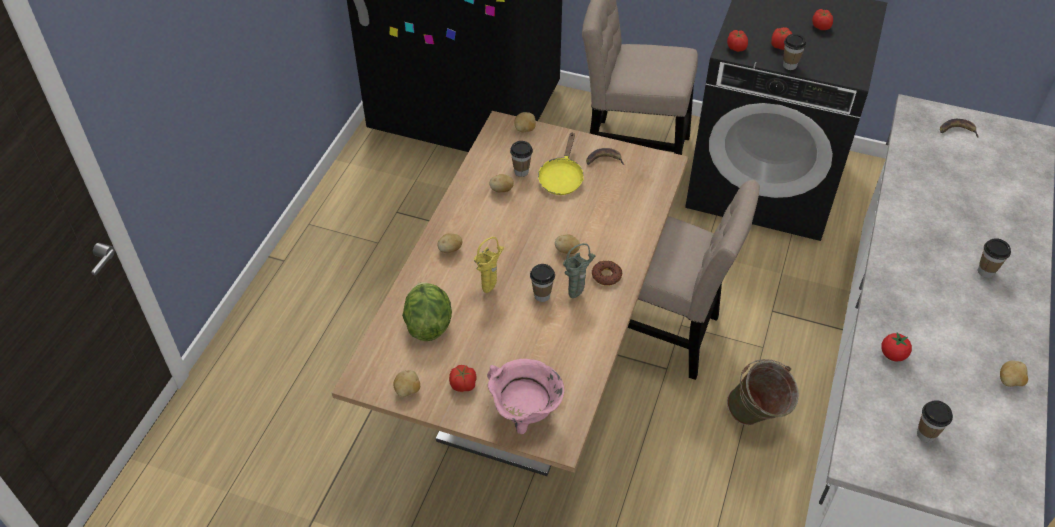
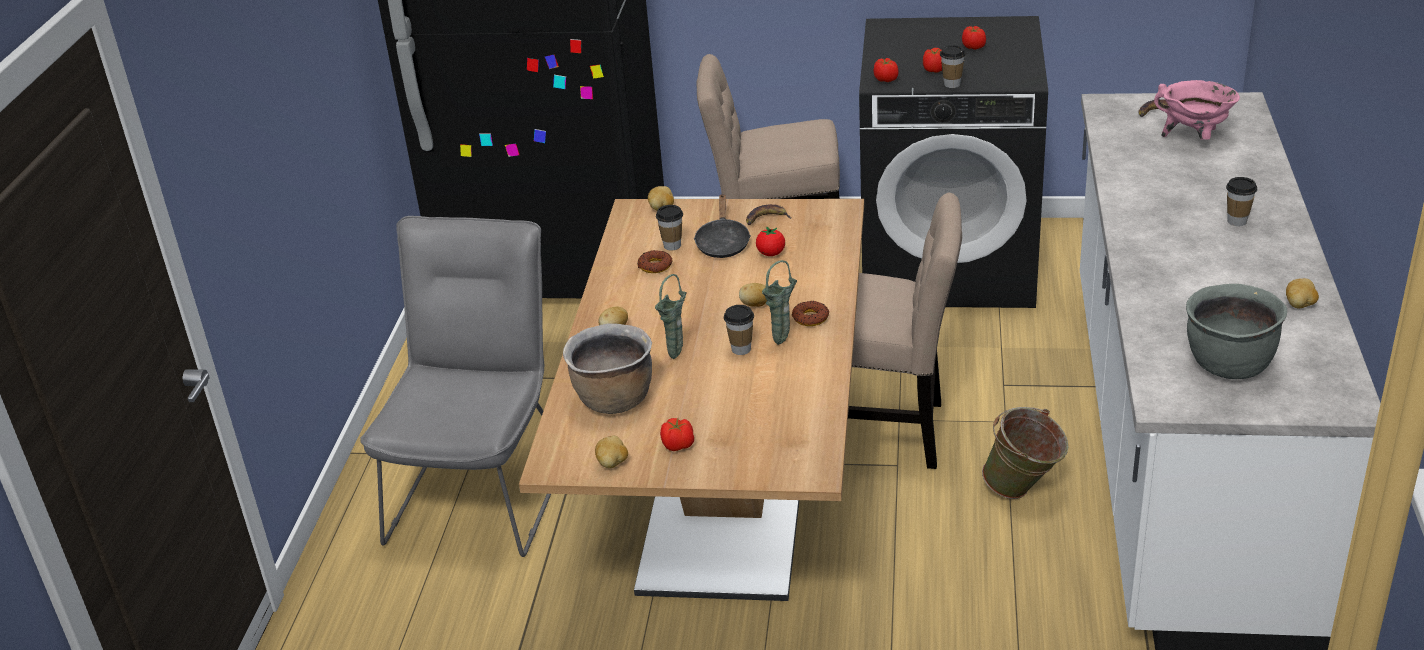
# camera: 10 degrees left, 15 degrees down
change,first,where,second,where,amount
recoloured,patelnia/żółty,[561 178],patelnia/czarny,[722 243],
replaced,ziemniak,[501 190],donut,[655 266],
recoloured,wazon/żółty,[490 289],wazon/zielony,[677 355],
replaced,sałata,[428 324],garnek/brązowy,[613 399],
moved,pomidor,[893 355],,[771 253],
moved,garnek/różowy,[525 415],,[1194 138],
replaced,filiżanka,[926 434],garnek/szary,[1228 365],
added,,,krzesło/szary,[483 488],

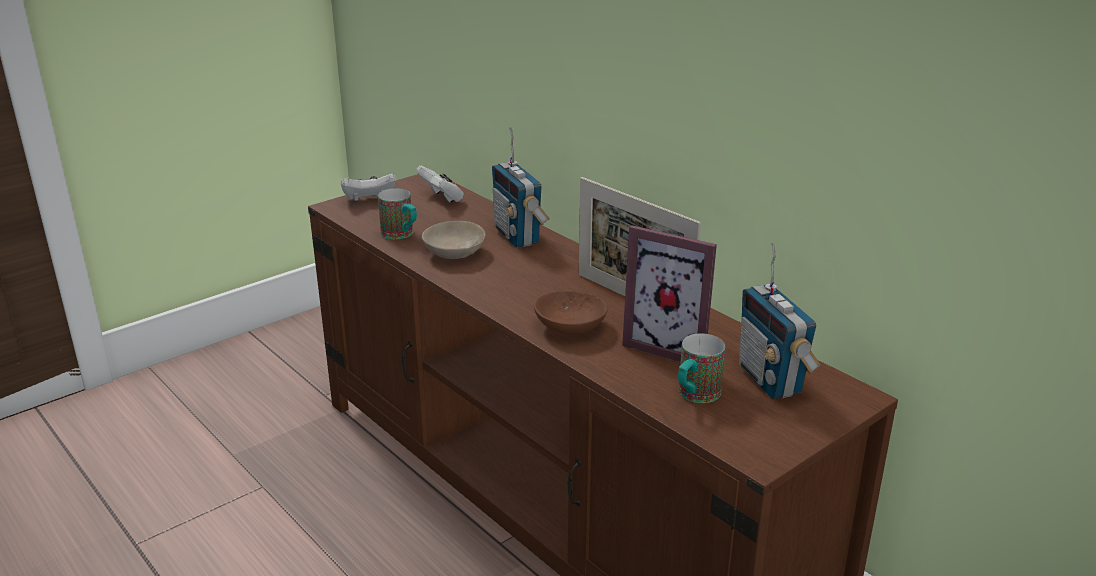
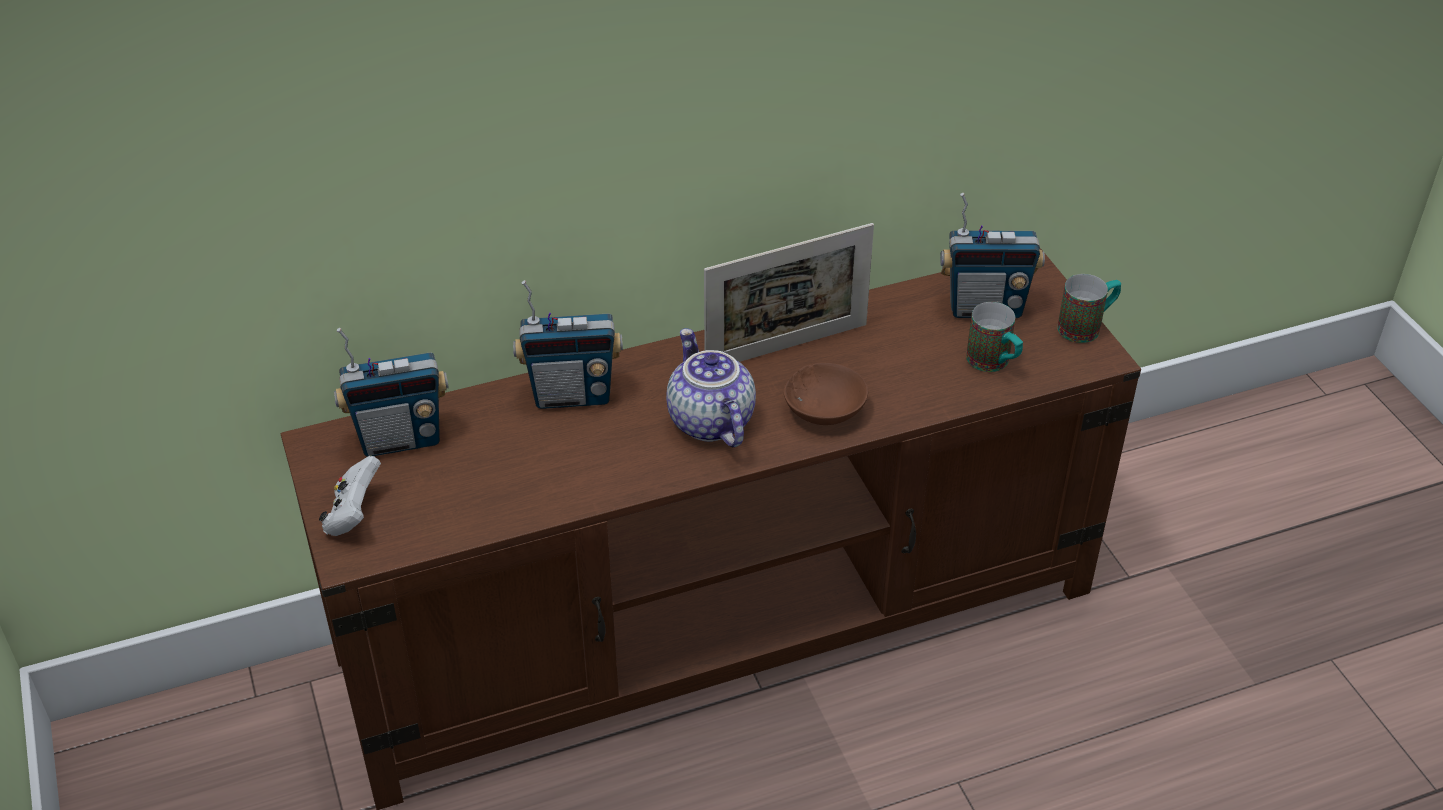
# camera: 70 degrees left, 15 degrees up
change,first,where,second,where,amount
replaced,pad do gier/biały,[442 198],radio,[400 439],
moved,kubek,[401 235],,[1086 326],
removed,miska/beżowy,[453 252],,,
removed,ramka na zdjęcie,[671 345],,,
added,,,imbryk,[708 421],

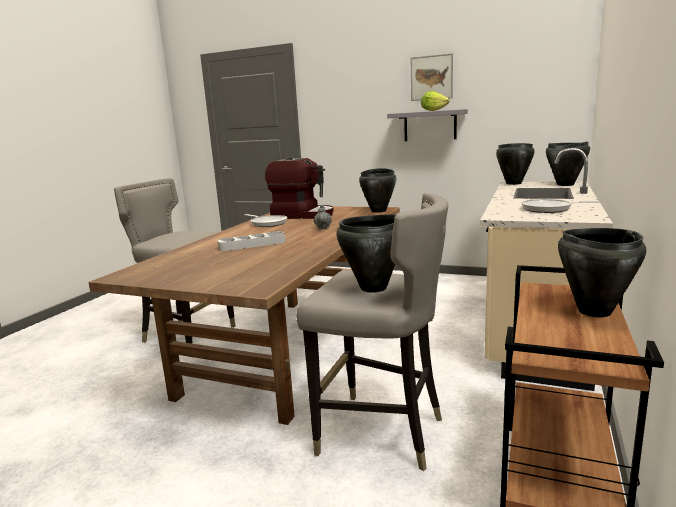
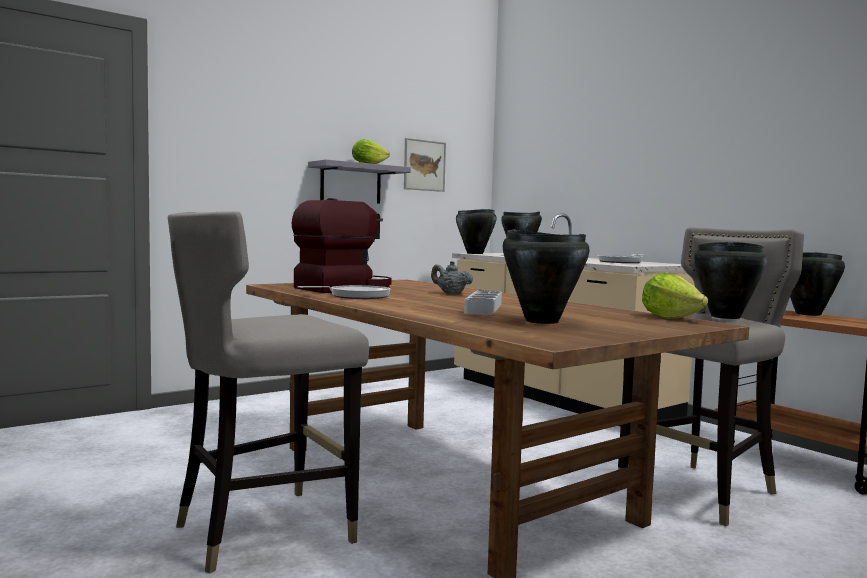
# camera: 60 degrees left, 10 degrees down
change,first,where,second,where,amount
moved,obraz,[431 77],,[424 165],
moved,garnek/czarny,[379 211],,[541 321],
added,,,sałata,[670 318],

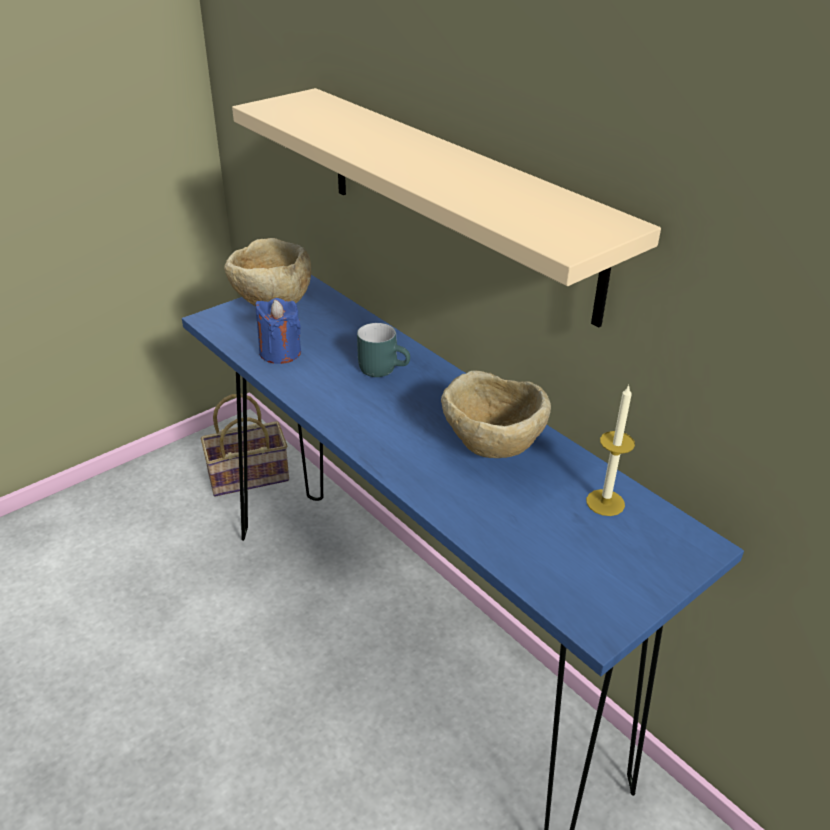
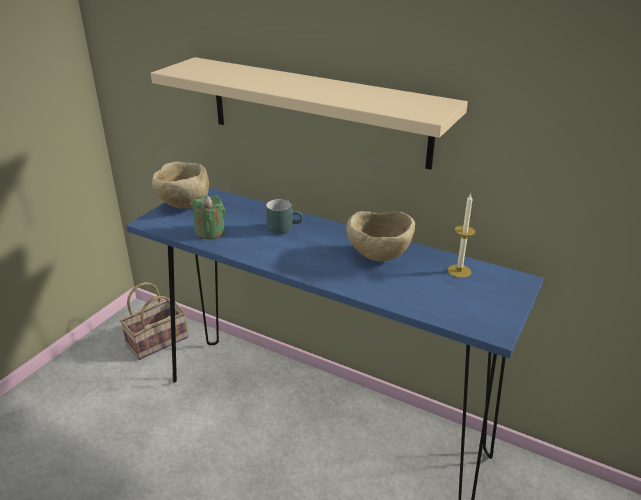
# camera: 20 degrees left, 5 degrees down
change,first,where,second,where,amount
recoloured,świeca/niebieski,[280 352],świeca/zielony,[210 232],

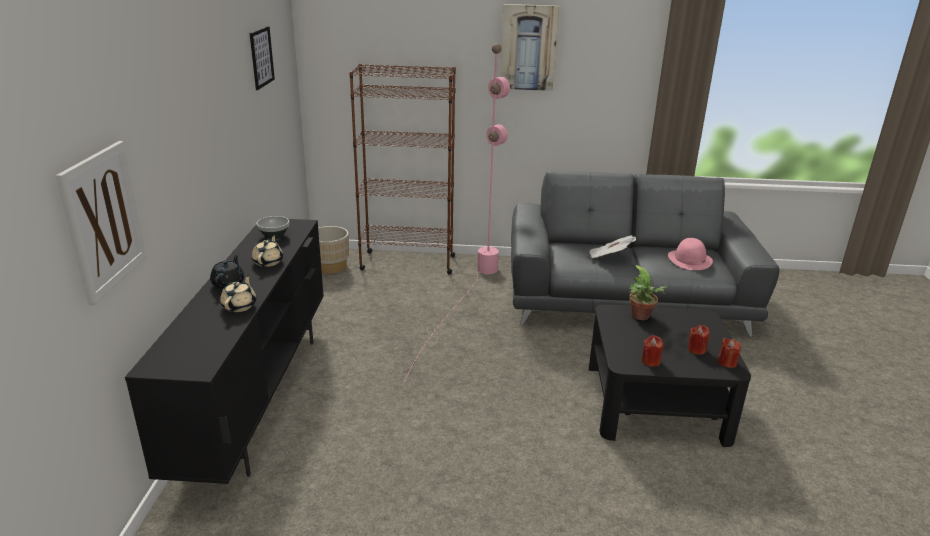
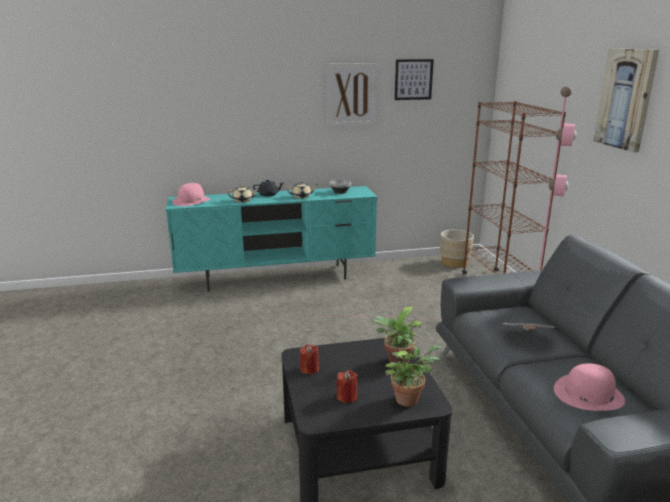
# camera: 75 degrees right, 5 degrees down
change,first,where,second,where,amount
moved,obraz,[104 220],,[351 95],
recoloured,szafka pod telewizor/czarny,[258 398],szafka pod telewizor/turkusowy,[277 277],
removed,świeca/czerwony,[727 362],,,
added,,,kapelusz/różowy,[191 201],
added,,,roślina doniczkowa,[408 398],

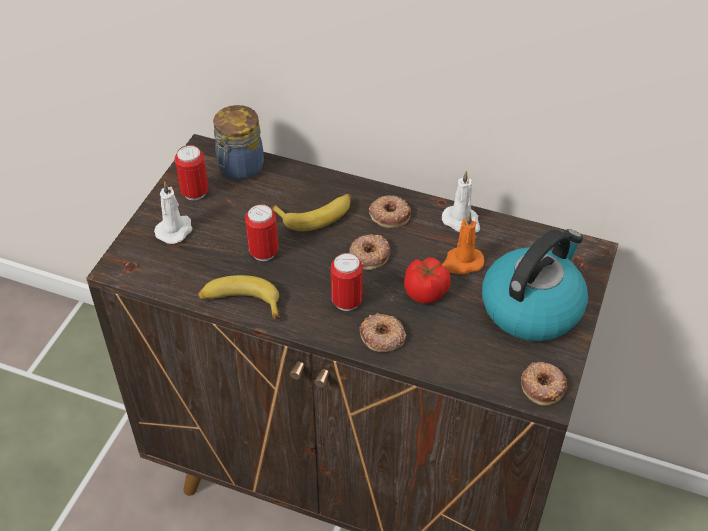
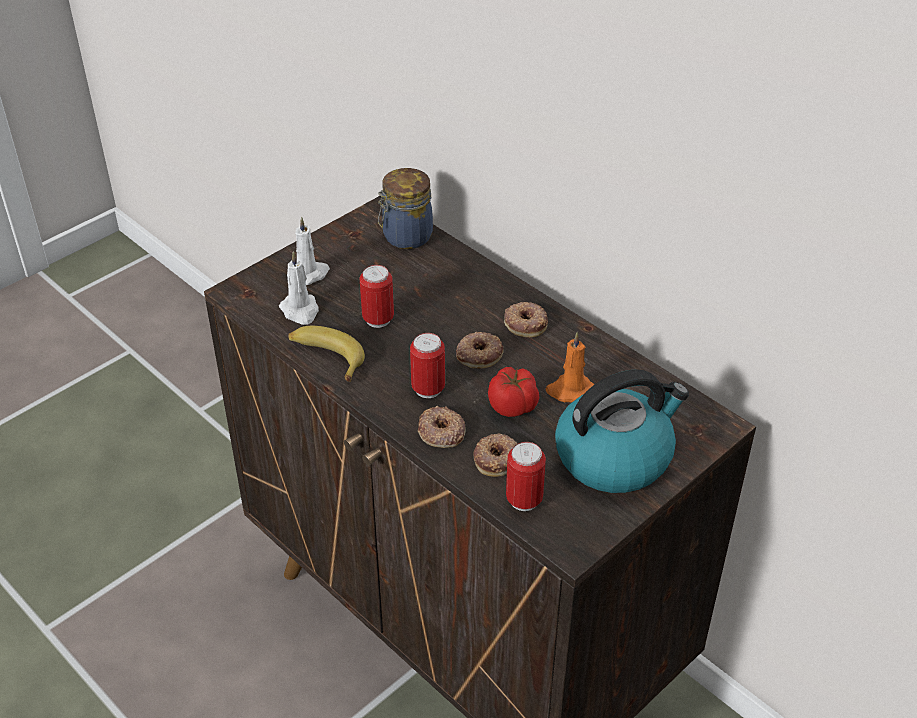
# camera: 25 degrees right, 5 degrees down
change,first,where,second,where,amount
moved,puszka,[195 192],,[524 500],
moved,świeca/biały,[462 221],,[300 311],
removed,banan,[315 215],,,
moved,donut,[543 386],,[497 459],

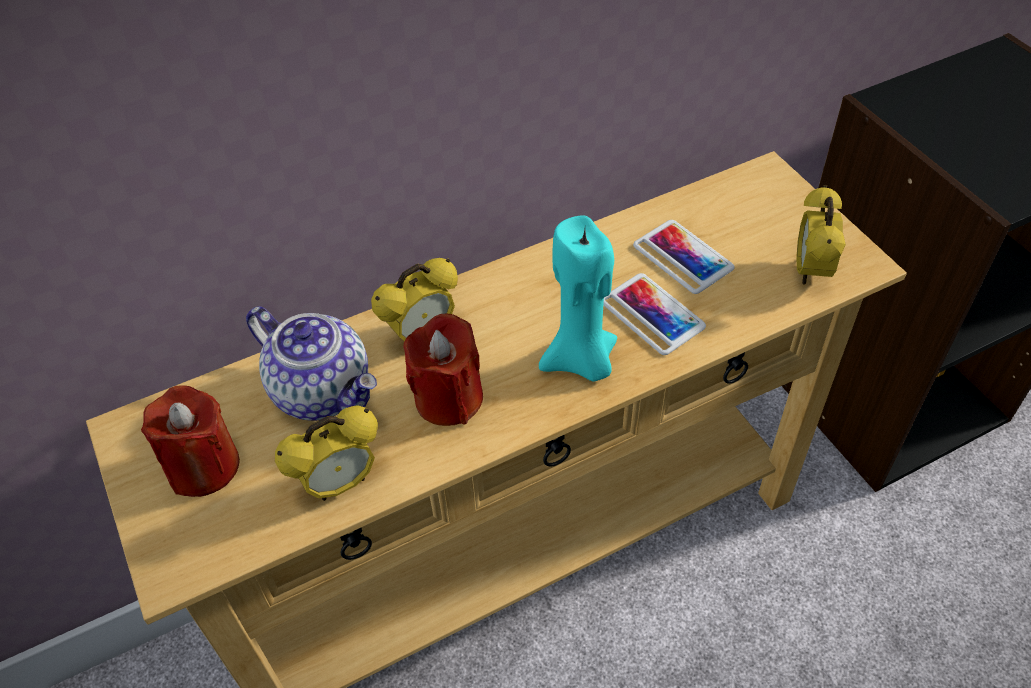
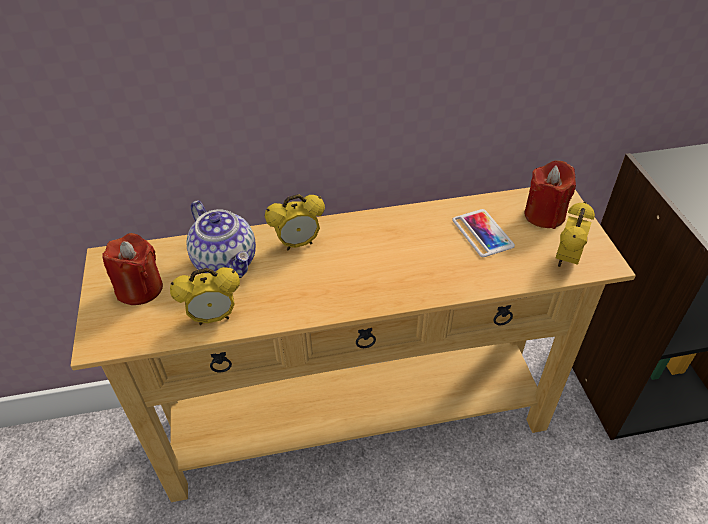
# camera: 15 degrees right, 5 degrees down
change,first,where,second,where,amount
removed,świeca/turkusowy,[581 362],,,
removed,telefon,[652 314],,,
moved,świeca/czerwony,[448 398],,[544 215],

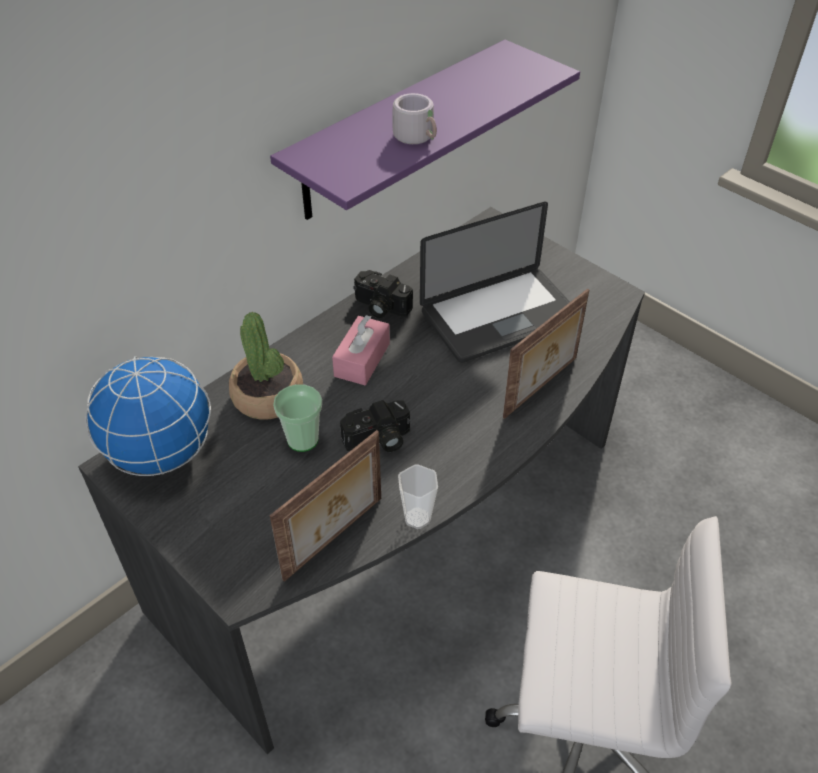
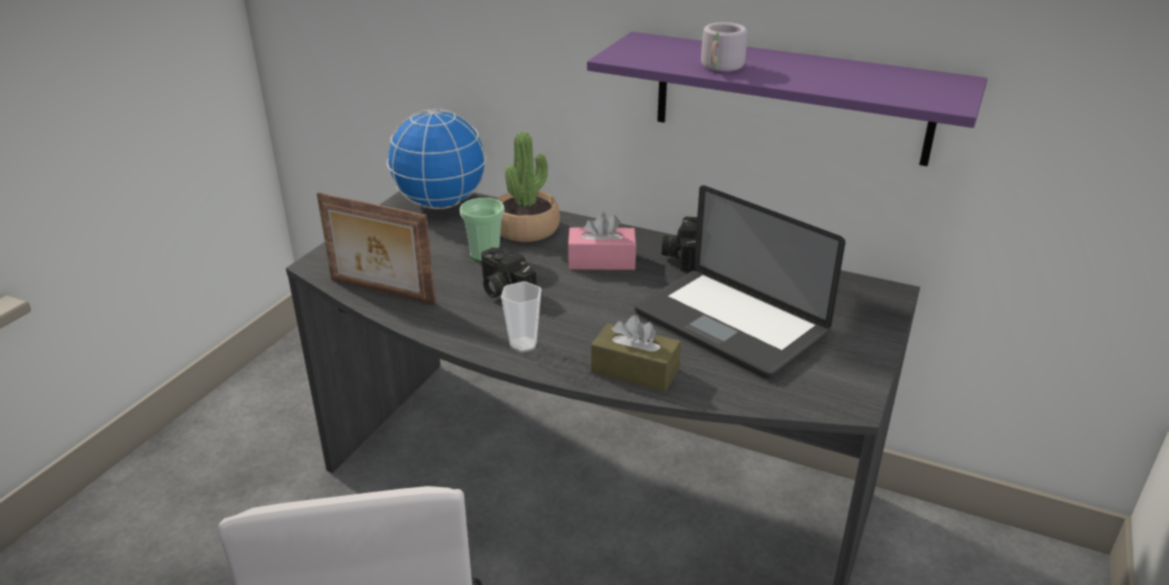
# camera: 70 degrees right, 15 degrees down
change,first,where,second,where,amount
replaced,ramka na zdjęcie,[542 388],pudełko chusteczek/brązowy,[635 370],
moved,filiżanka,[417 518],,[523 345],

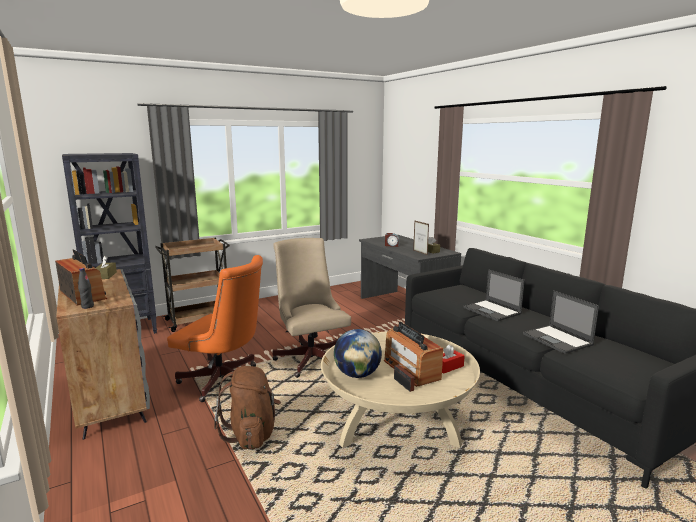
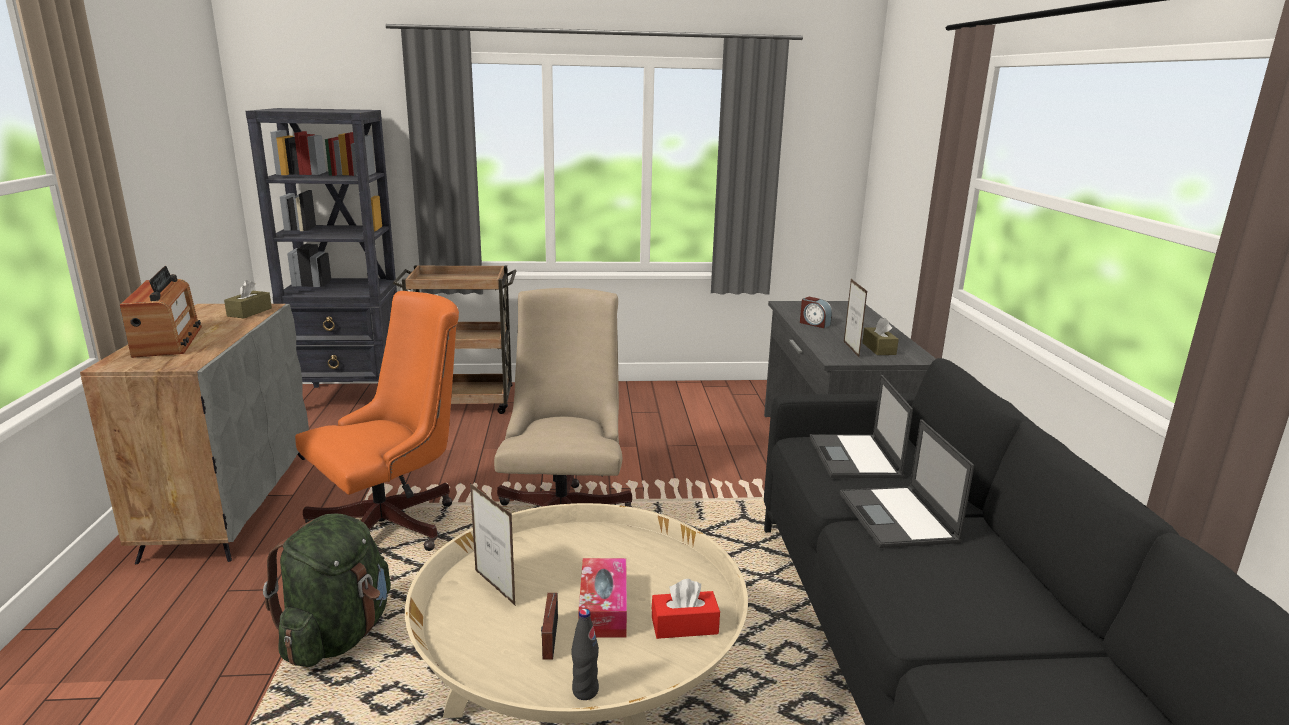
# camera: 25 degrees right, 5 degrees up
change,first,where,second,where,amount
turned,krzesło biurowe/pomarańczowy,[224 382],,[394 524],90 degrees counterclockwise
moved,butelka/czarny,[87 306],,[585 691],
moved,laptop,[558 339],,[855 457],
replaced,radio,[411 369],pudełko chusteczek,[603 608],
replaced,globus,[357 374],ramka na zdjęcie,[494 587],
recoloured,plecak/brązowy,[251 434],plecak/zielony,[338 635],

